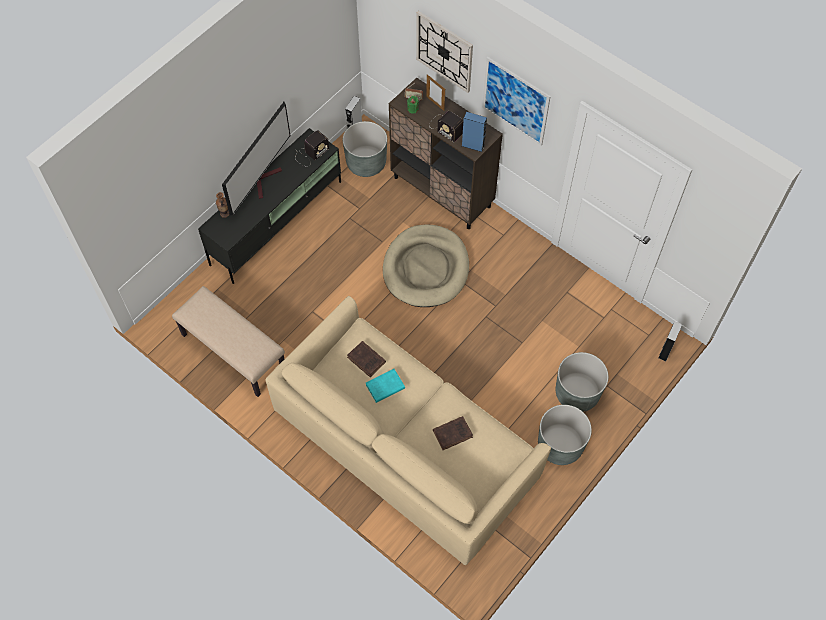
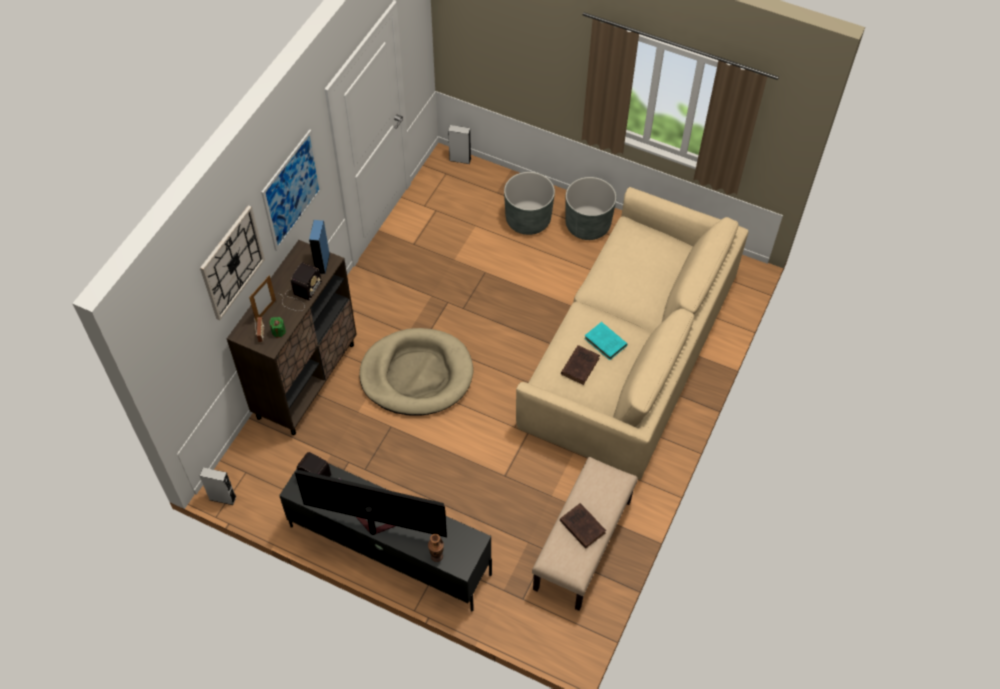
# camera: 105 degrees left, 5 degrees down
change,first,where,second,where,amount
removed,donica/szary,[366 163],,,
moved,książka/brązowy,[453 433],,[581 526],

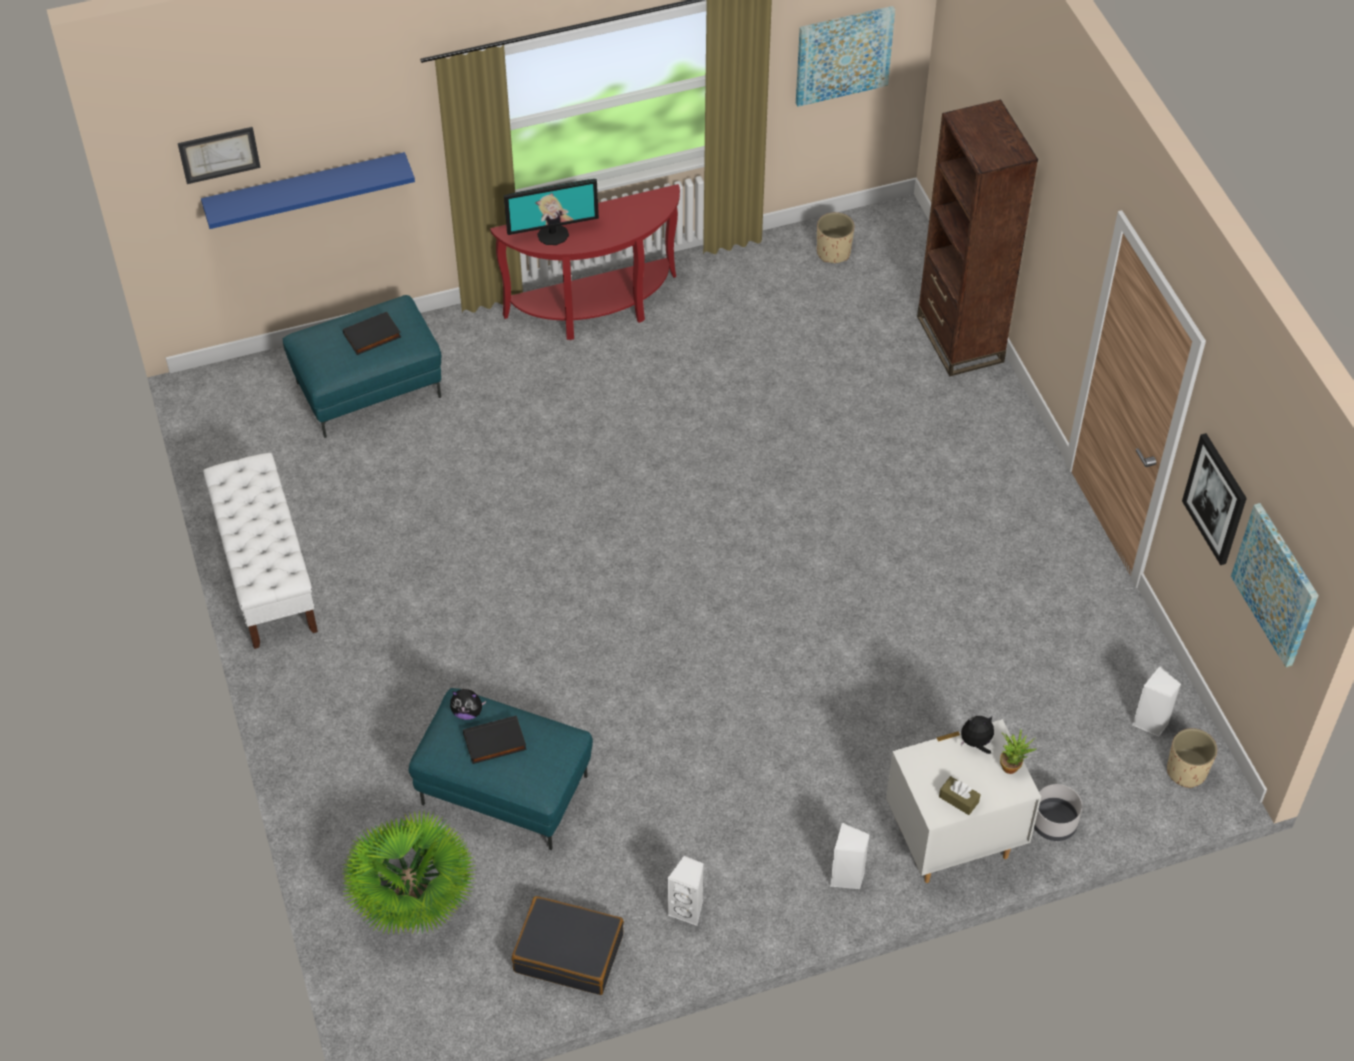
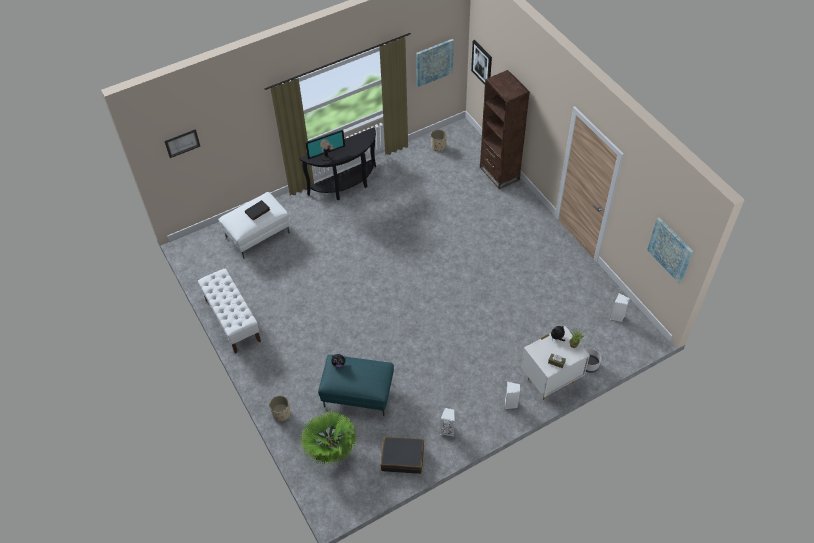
# camera: 10 degrees left, 0 degrees up
change,first,where,second,where,amount
removed,półka/niebieski,[306 189],,,
recoloured,stolik konsolowy/czerwony,[596 311],stolik konsolowy/czarny,[346 186],
recoloured,pufa/turkusowy,[368 388],pufa/biały,[257 234],
moved,obraz,[1216 498],,[482 63],
removed,książka/czarny,[494 743],,,
moved,donica/beżowy,[1186 771],,[281 414],

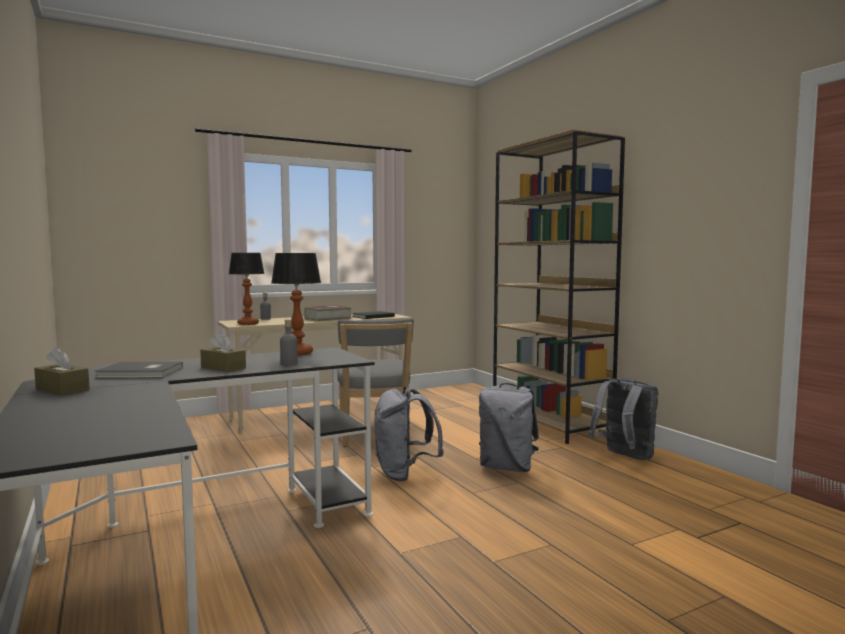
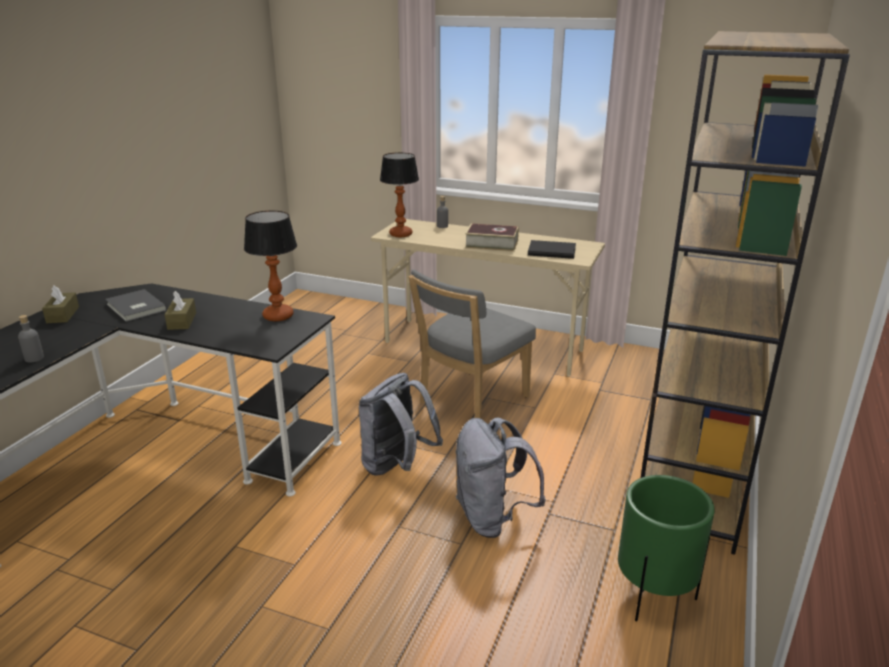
# camera: 50 degrees right, 20 degrees up
change,first,where,second,where,amount
moved,butelka/szary,[289 364],,[34 358],
replaced,plecak/szary,[624 457],donica/zielony,[653 594],

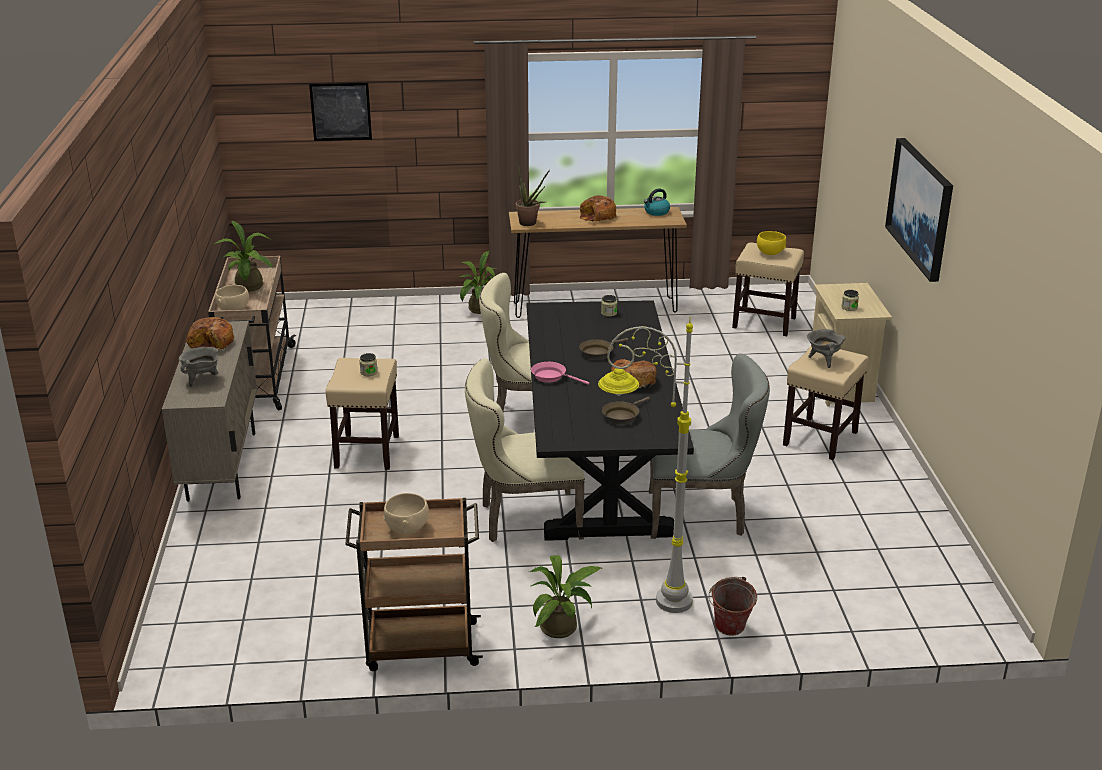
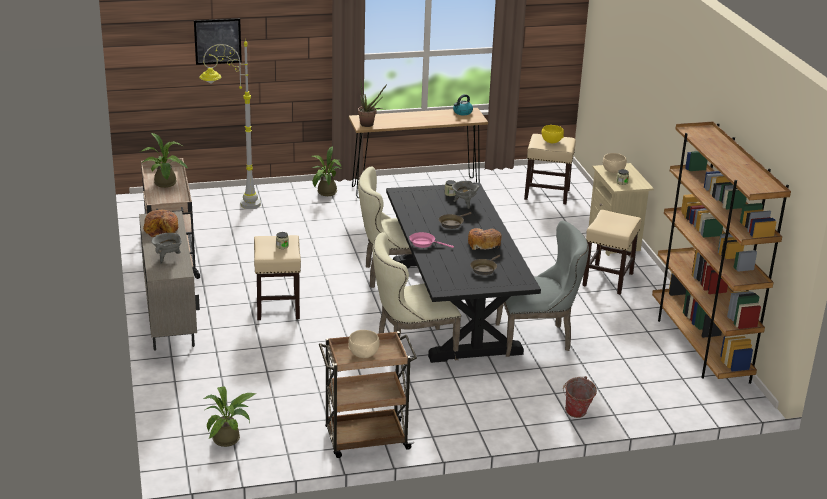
# camera: 10 degrees left, 0 degrees up
change,first,where,second,where,amount
removed,obraz,[921 207],,,
removed,chleb,[597 216],,,
moved,miska/beżowy,[234 309],,[613 171],
moved,lampa stojąca/szary,[642 599],,[232 204],
moved,garnek/szary,[823 360],,[464 203],
moved,roślina doniczkowa,[563 627],,[229 439],
added,,,regał/brązowy,[699 346],

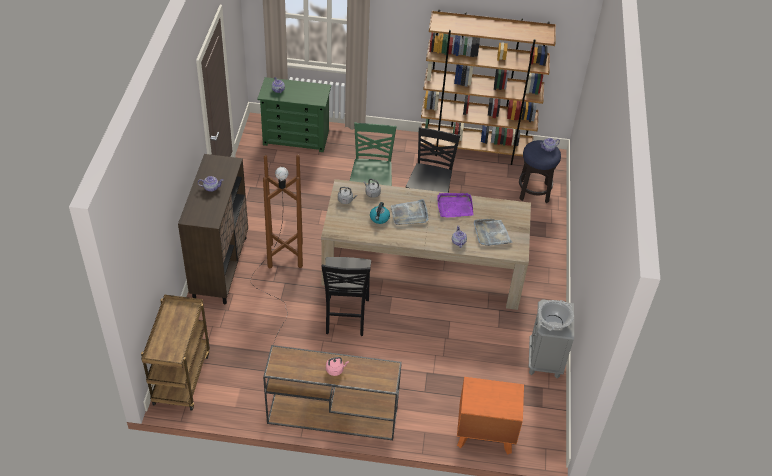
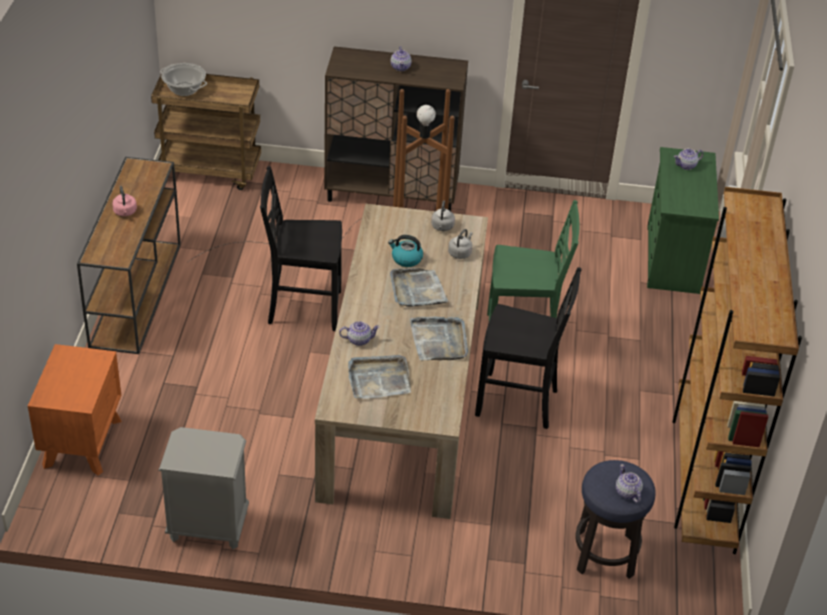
# camera: 90 degrees right, 5 degrees down
change,first,where,second,where,amount
recoloured,taca/fioletowy,[454 206],taca/szary,[439 340],
moved,garnek,[553 322],,[184 89],

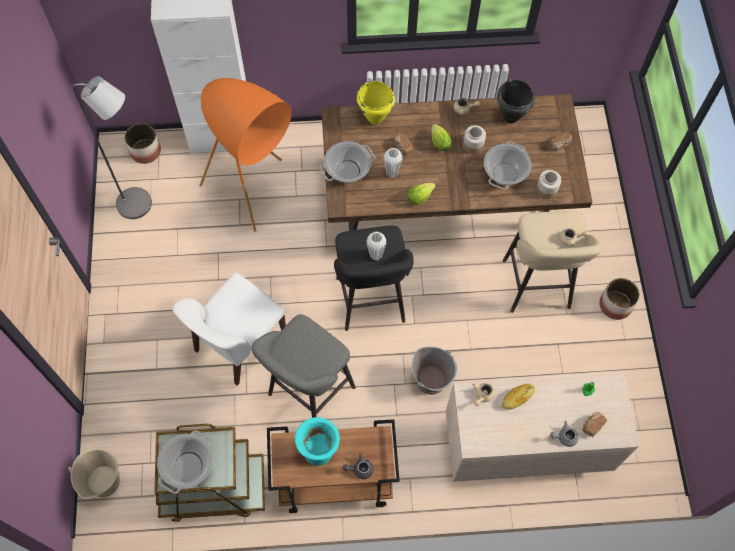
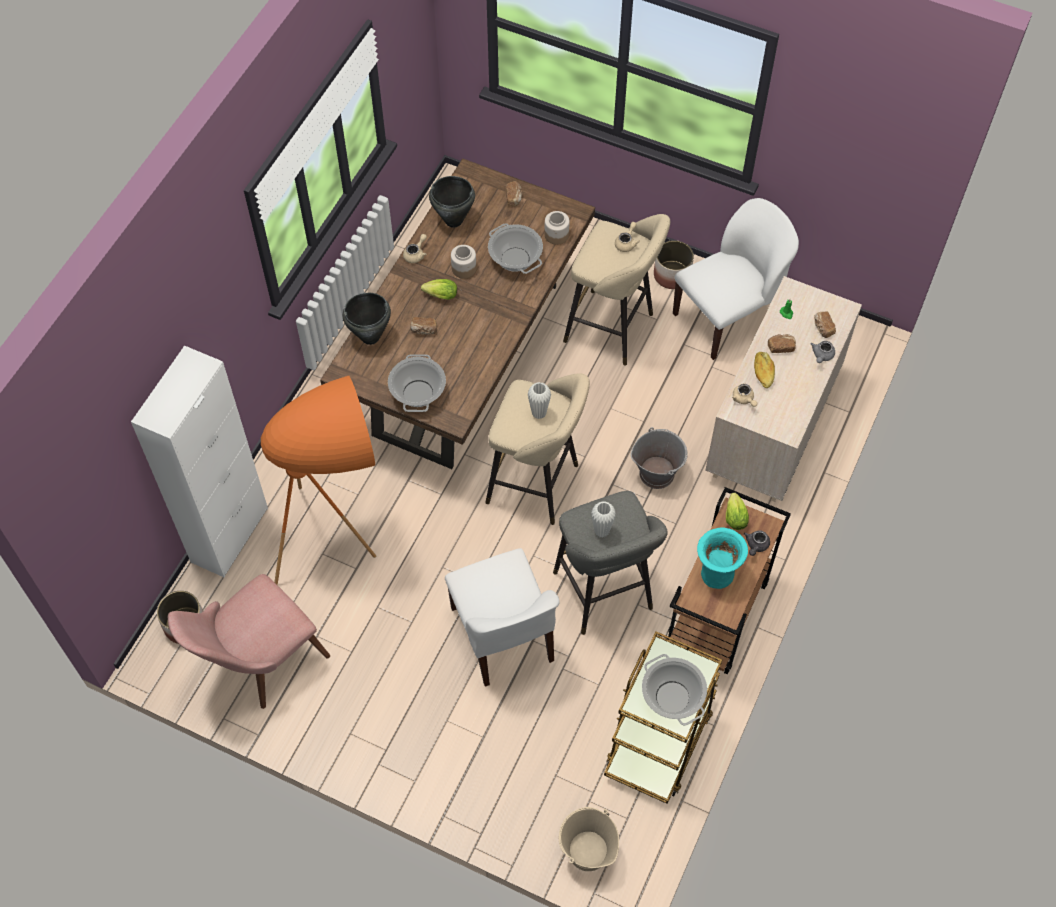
# camera: 60 degrees left, 5 degrees down
change,first,where,second,where,amount
replaced,lampa stojąca/szary,[140 205],krzesło/różowy,[258 663],
recoloured,garnek/żółty,[375 118],garnek/czarny,[370 337],
moved,wazon/biały,[392 173],,[601 531],
moved,sałata,[421 196],,[734 516],
recoloured,stołek/czarny,[371 304],stołek/beżowy,[538 485],
added,,,krzesło/biały,[727 317],
added,,,chleb,[780 347],

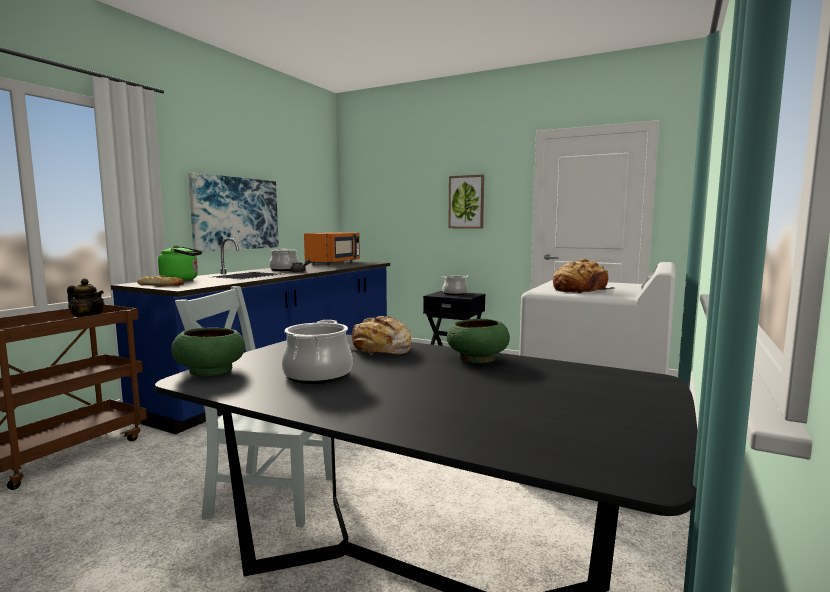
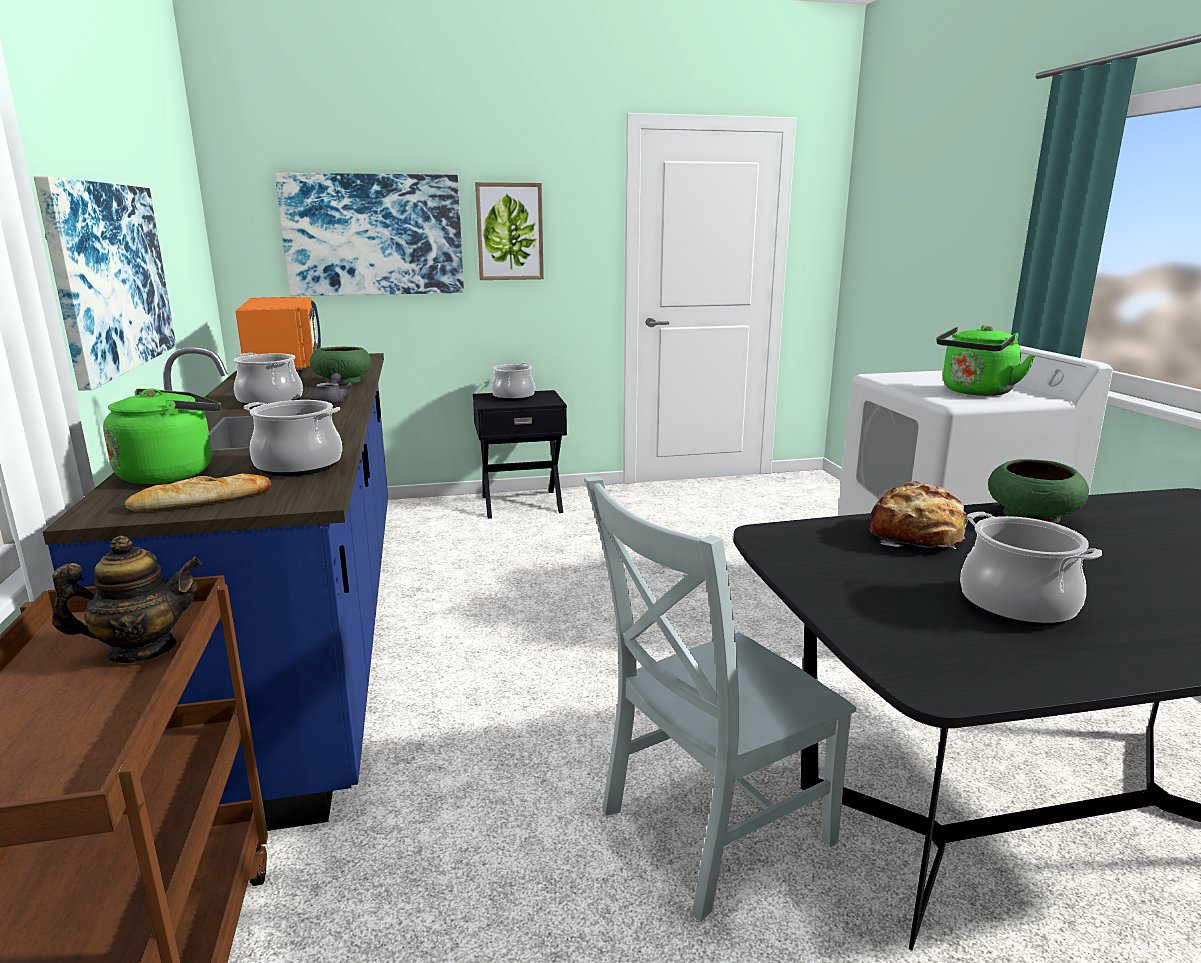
# camera: 40 degrees left, 10 degrees up
change,first,where,second,where,amount
replaced,chleb,[580 290],czajnik/zielony,[975 392],
moved,miska/zielony,[211 370],,[342 382],
added,,,obraz,[373 235],
added,,,garnek,[299 466],

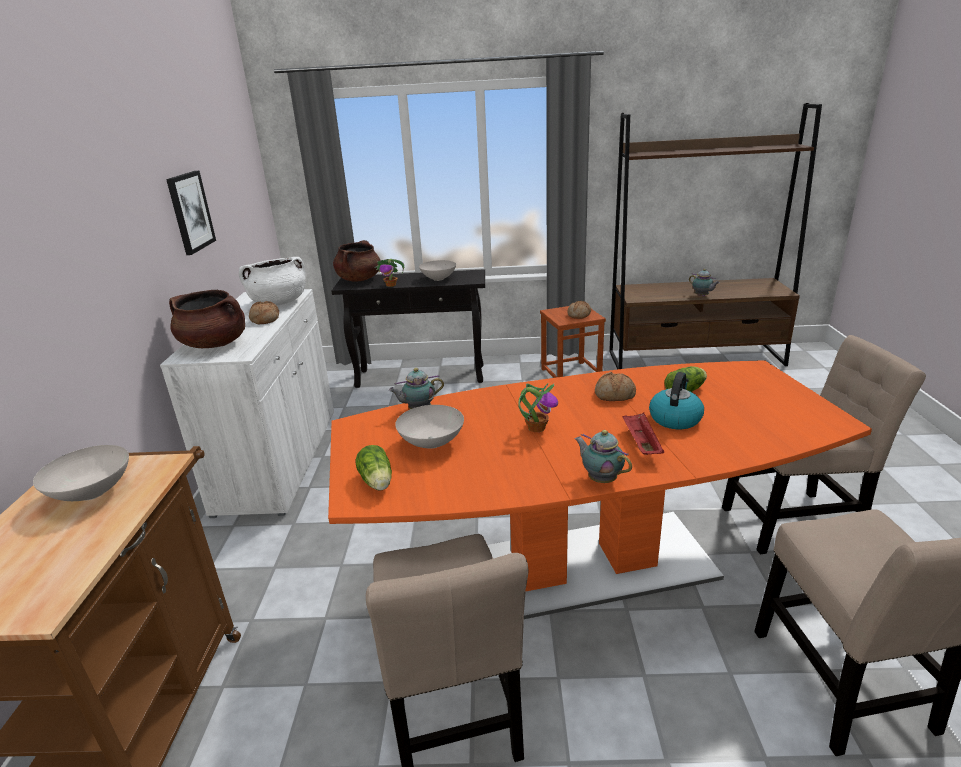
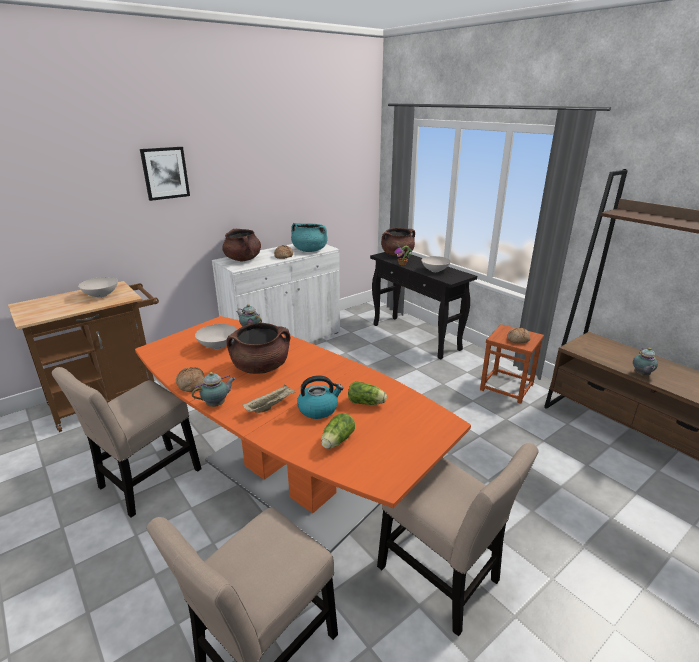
# camera: 50 degrees right, 0 degrees up
change,first,where,second,where,amount
moved,obraz,[190 212],,[165 173],
recoloured,garnek/biały,[279 302],garnek/turkusowy,[309 250],
moved,chleb,[614 395],,[191 385],
replaced,roślina doniczkowa,[536 427],garnek/brązowy,[261 367],
recoloured,taca/czerwony,[641 444],taca/beżowy,[270 406],
turned,imbryk,[600 479],,[217 404],45 degrees clockwise
moved,sałata,[377 482],,[336 441],

